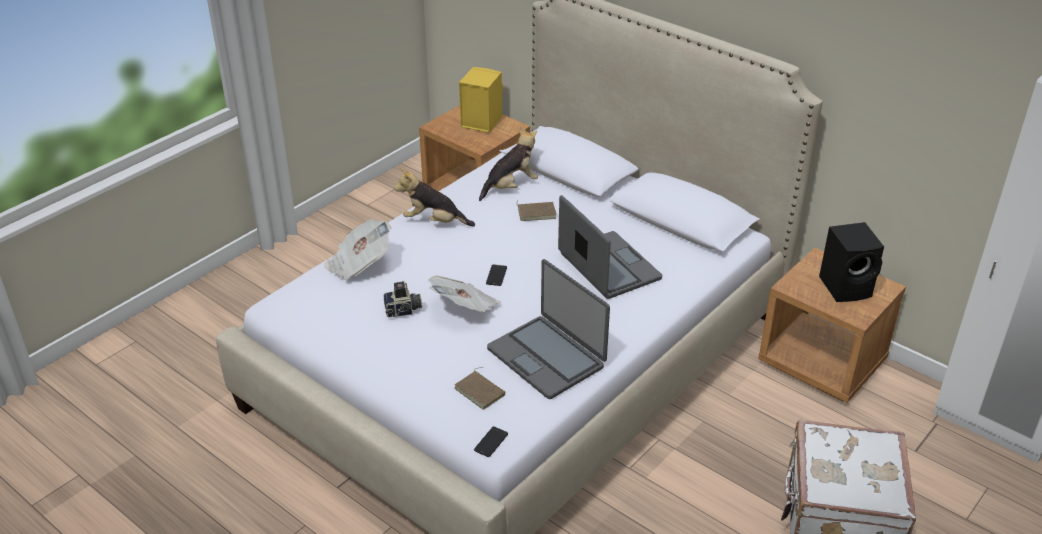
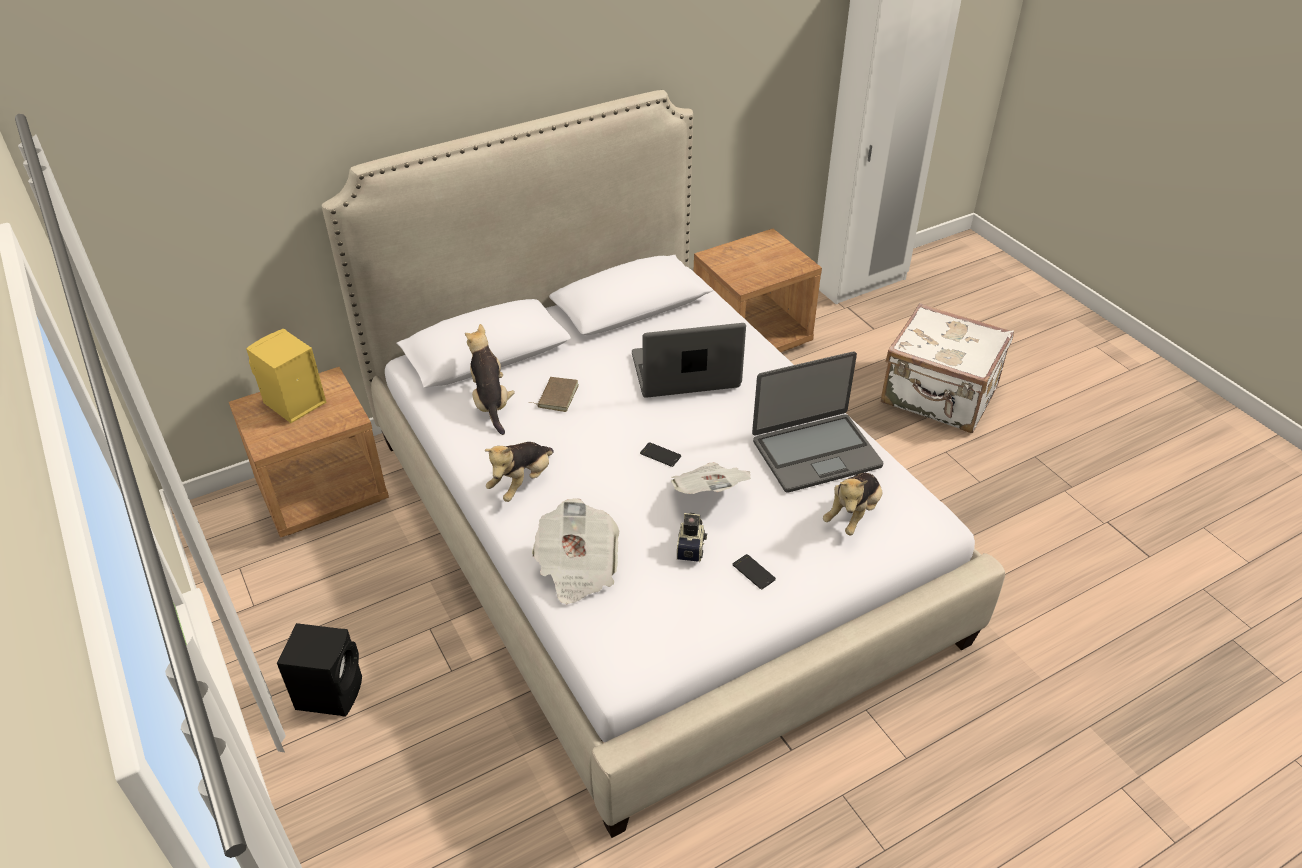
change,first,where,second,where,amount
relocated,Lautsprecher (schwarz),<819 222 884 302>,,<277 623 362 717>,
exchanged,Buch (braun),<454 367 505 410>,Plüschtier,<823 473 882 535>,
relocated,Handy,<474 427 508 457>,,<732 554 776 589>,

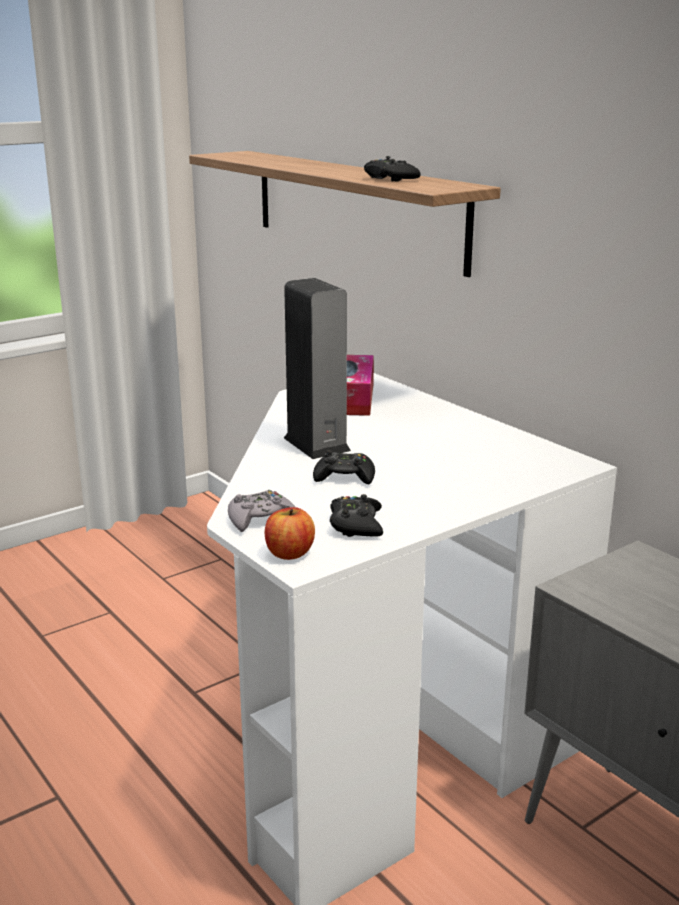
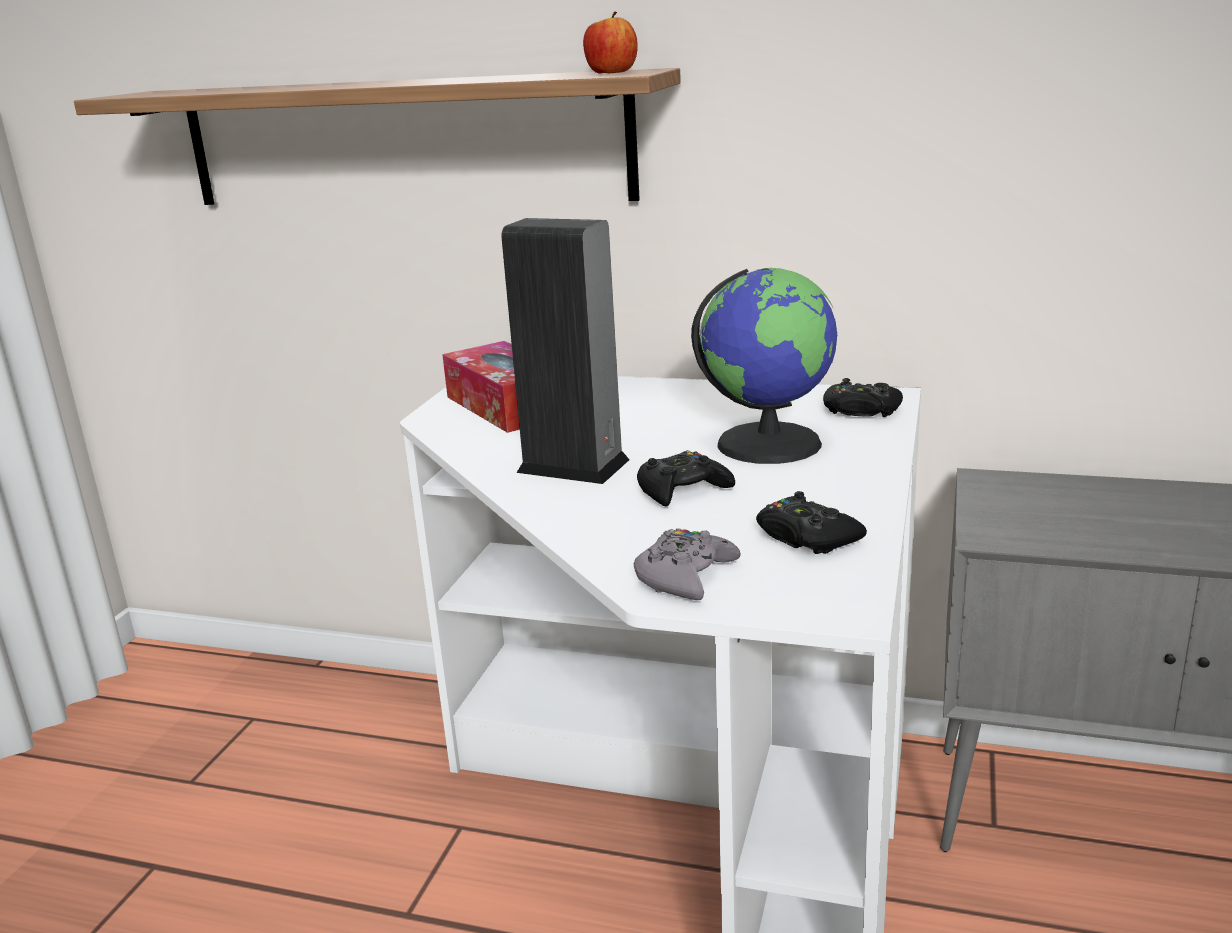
change,first,where,second,where,amount
relocated,Gamepad (schwarz),<364 156 421 182>,,<823 378 903 417>,
relocated,Apfel,<265 507 315 560>,,<583 11 638 73>,
appeared,,,Globus,<691 268 837 464>,

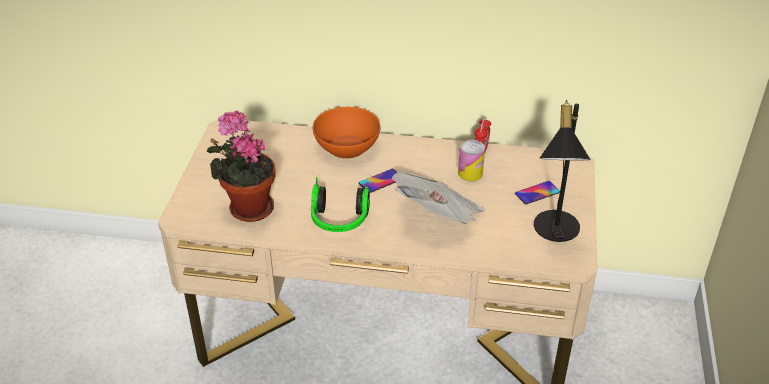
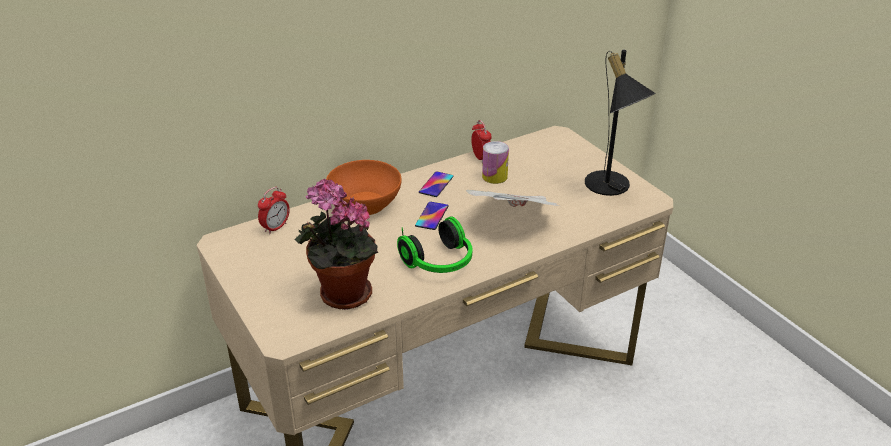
change,first,where,second,where,amount
relocated,Handy,<515 181 560 204>,,<419 171 454 197>,
appeared,,,Wecker,<258 187 290 234>,

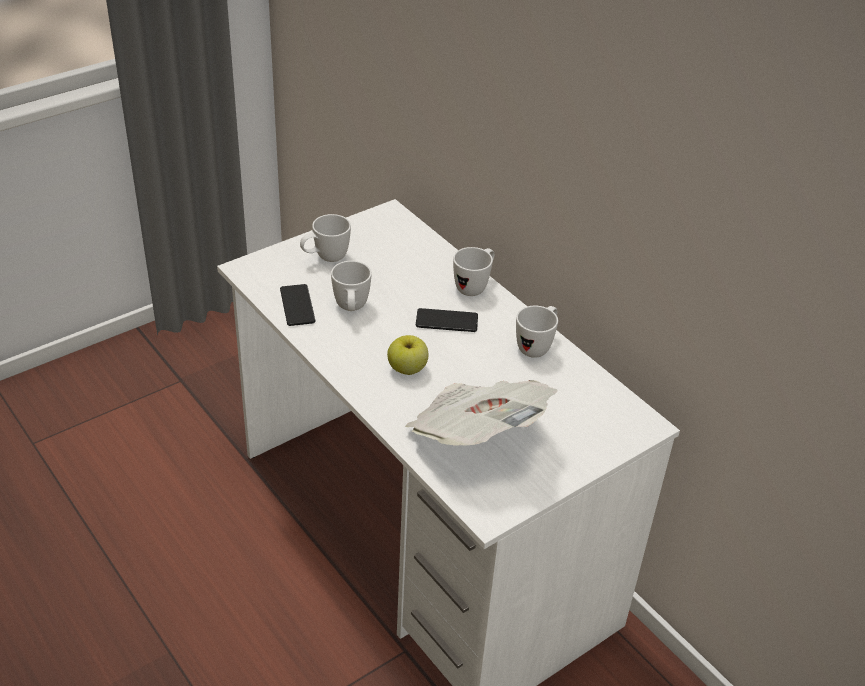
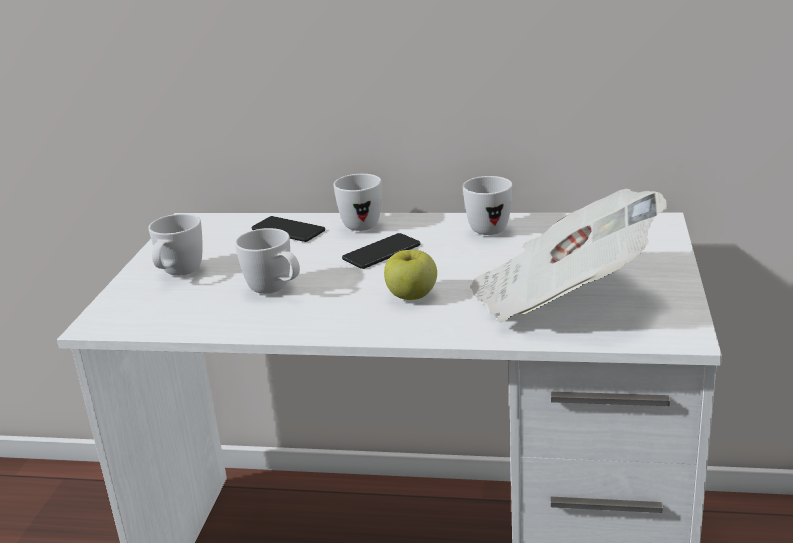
change,first,where,second,where,amount
relocated,Handy,<280 284 315 326>,,<252 216 325 242>,

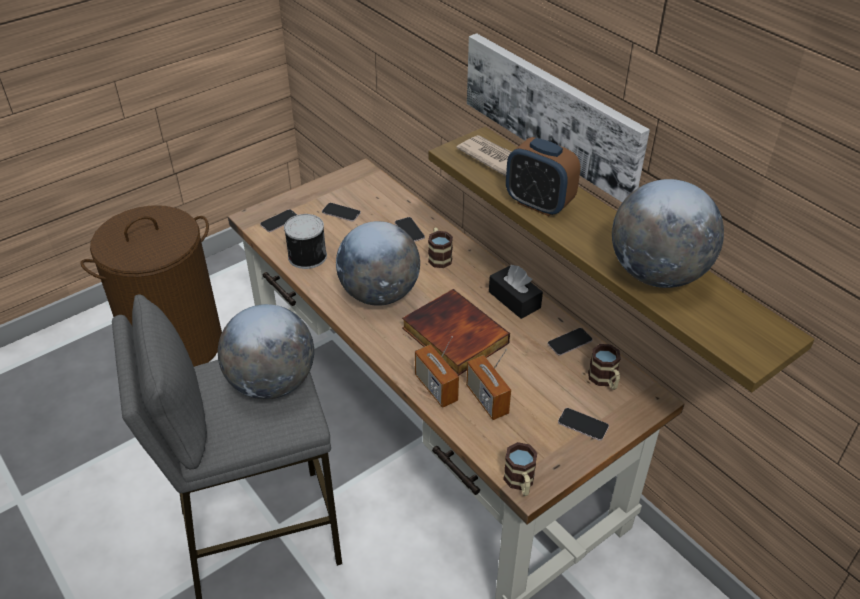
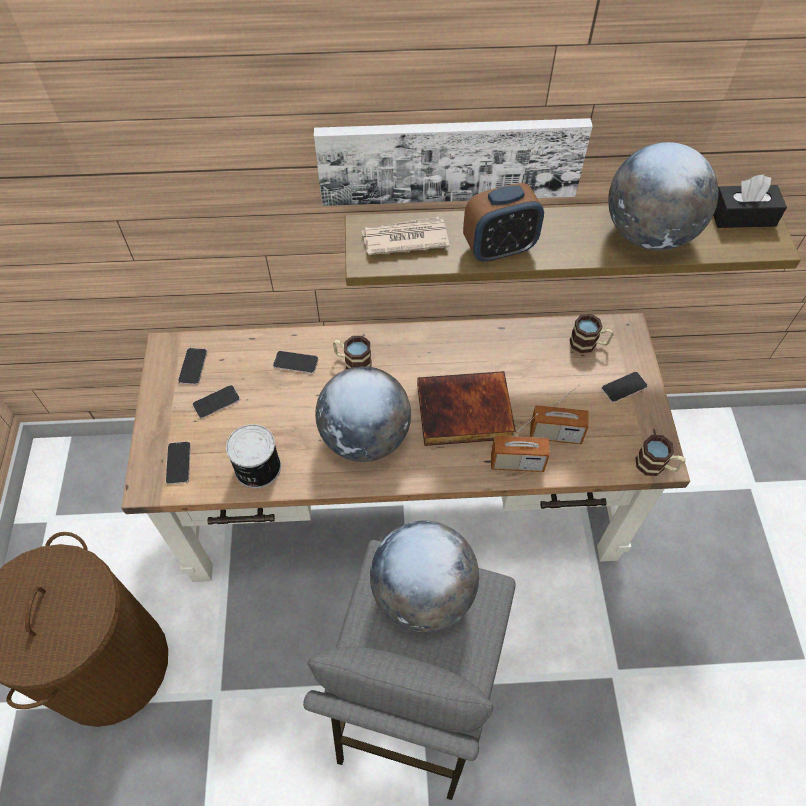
change,first,where,second,where,amount
relocated,Taschentuchbox (schwarz),<489 264 543 319>,,<713 175 787 228>,
relocated,Handy,<548 328 593 356>,,<178 348 207 385>,

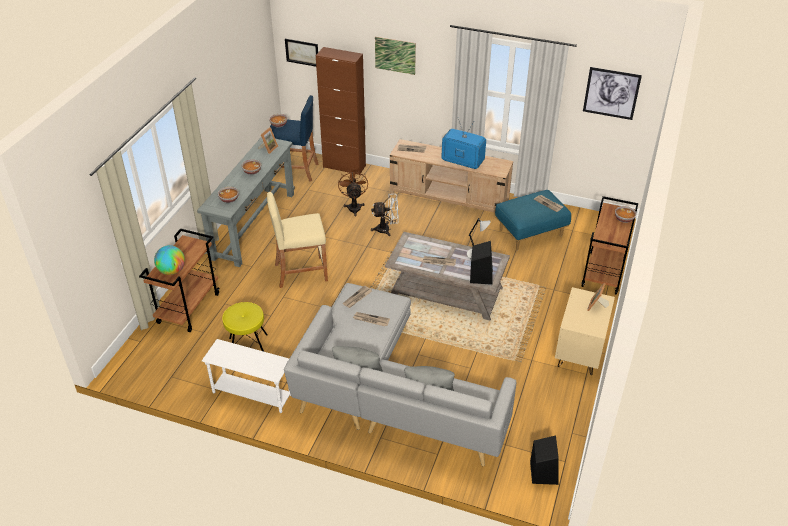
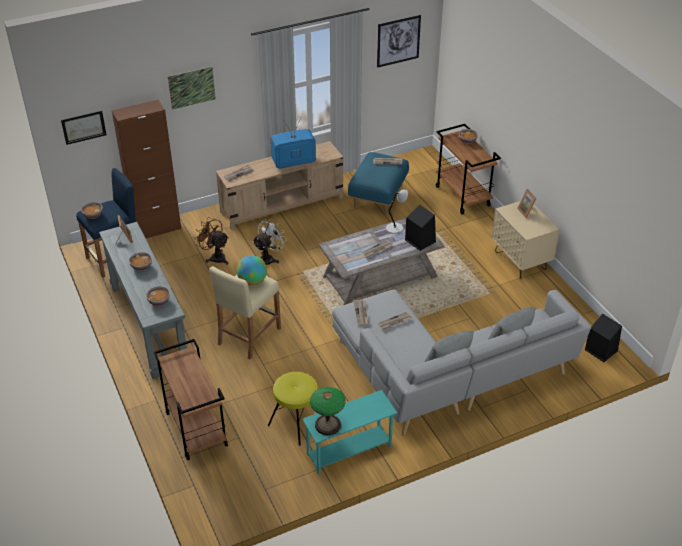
change,first,where,second,where,amount
relocated,Globus,<154 245 185 275>,,<237 255 267 286>,
colour,Beistelltisch (weiß),<202 339 291 413>,Beistelltisch (türkis),<302 390 397 474>,
appeared,,,Tischlampe,<310 387 346 435>,

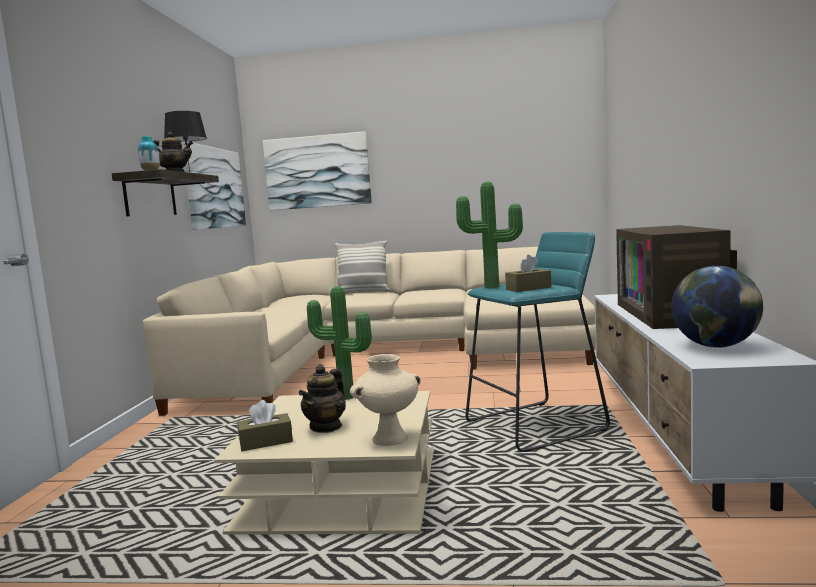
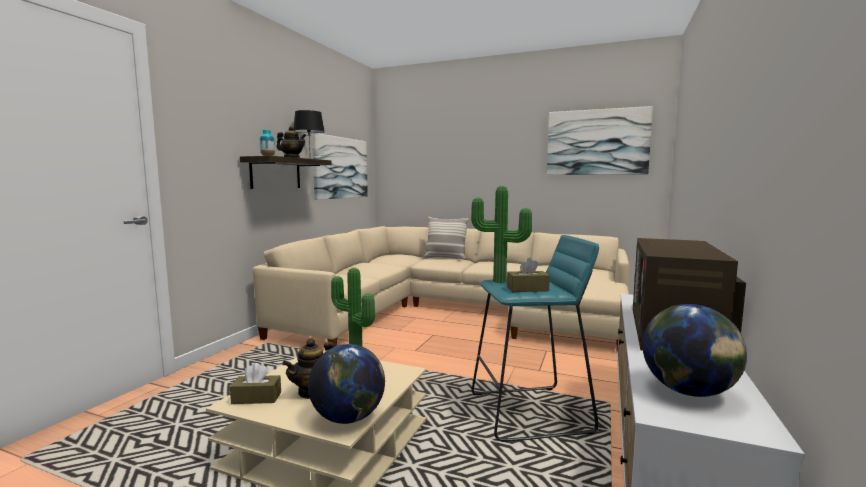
change,first,where,second,where,amount
relocated,Bild,<263 131 372 210>,,<547 106 653 175>,
exchanged,Vase (beige),<350 354 421 446>,Globus,<308 344 385 424>,

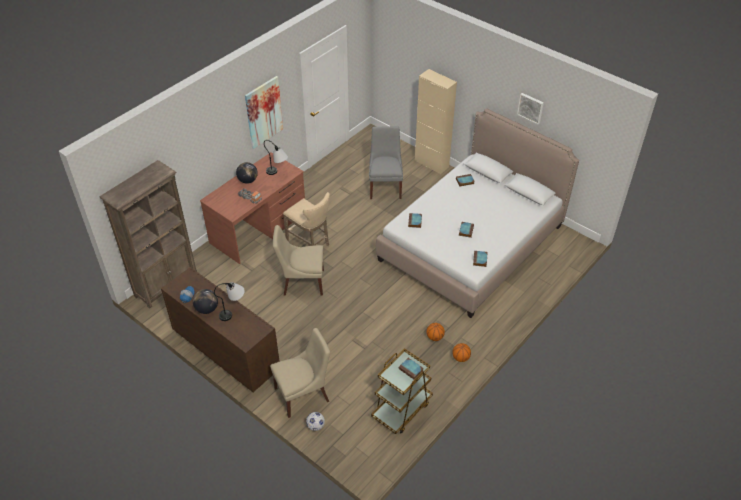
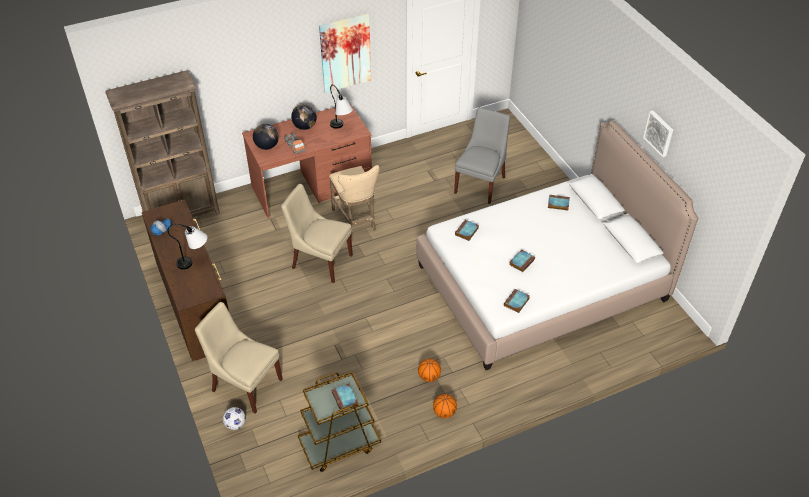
change,first,where,second,where,amount
missing,Schrank (beige),<415 69 457 174>,,,
relocated,Globus,<193 289 218 314>,,<253 124 279 150>,
spun,Stuhl (beige),<270 328 330 418>,,<195 302 283 413>,150 degrees counterclockwise

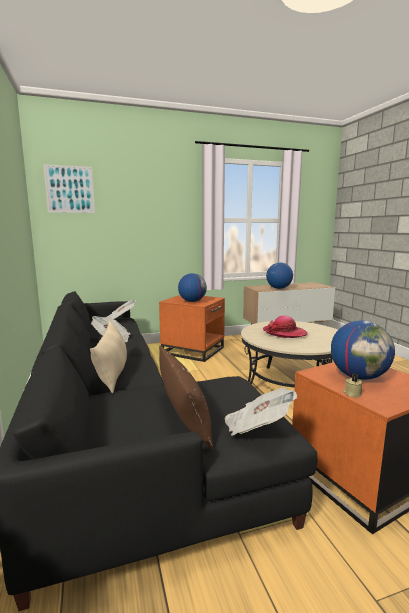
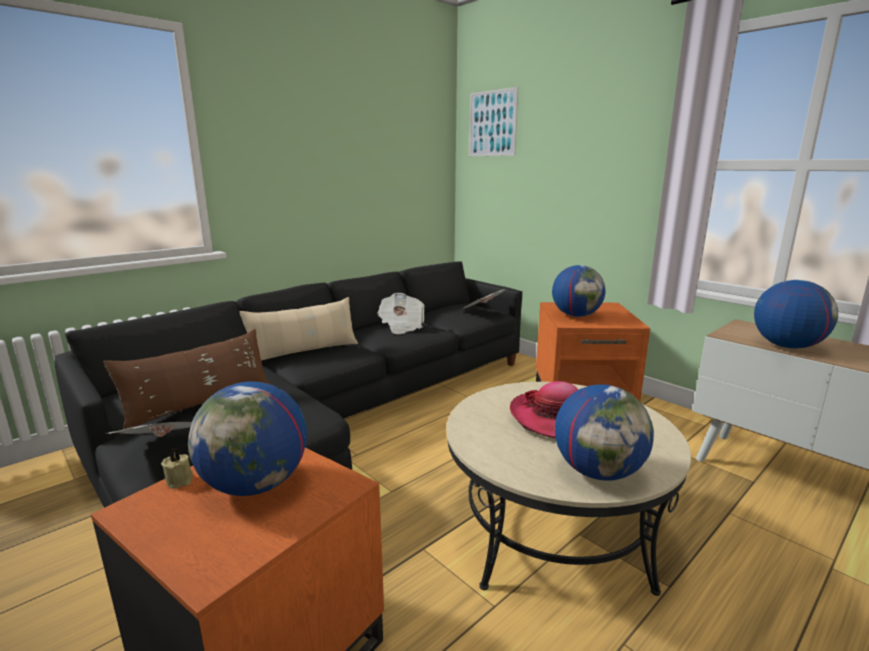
change,first,where,second,where,amount
appeared,,,Globus,<555 384 654 481>,

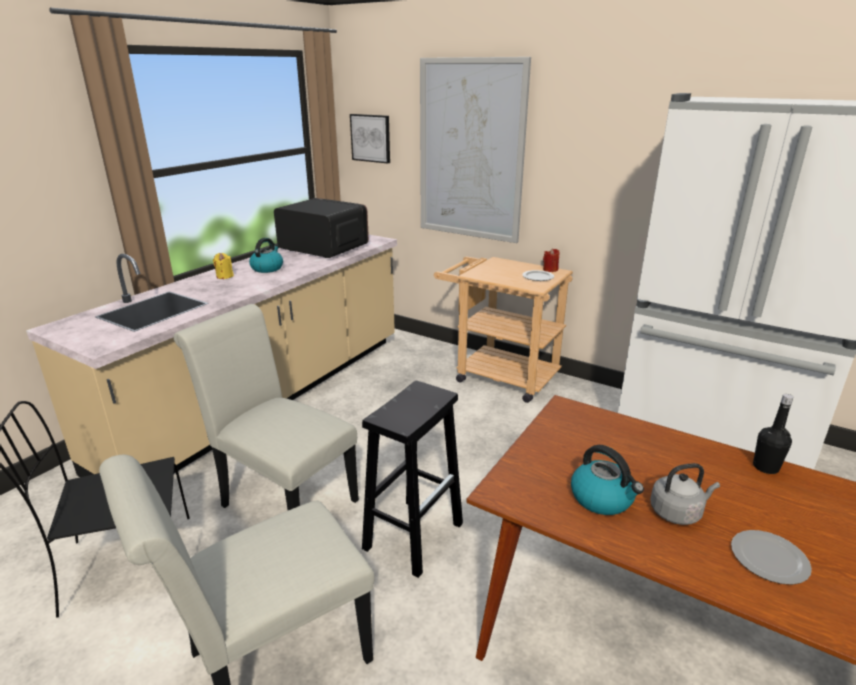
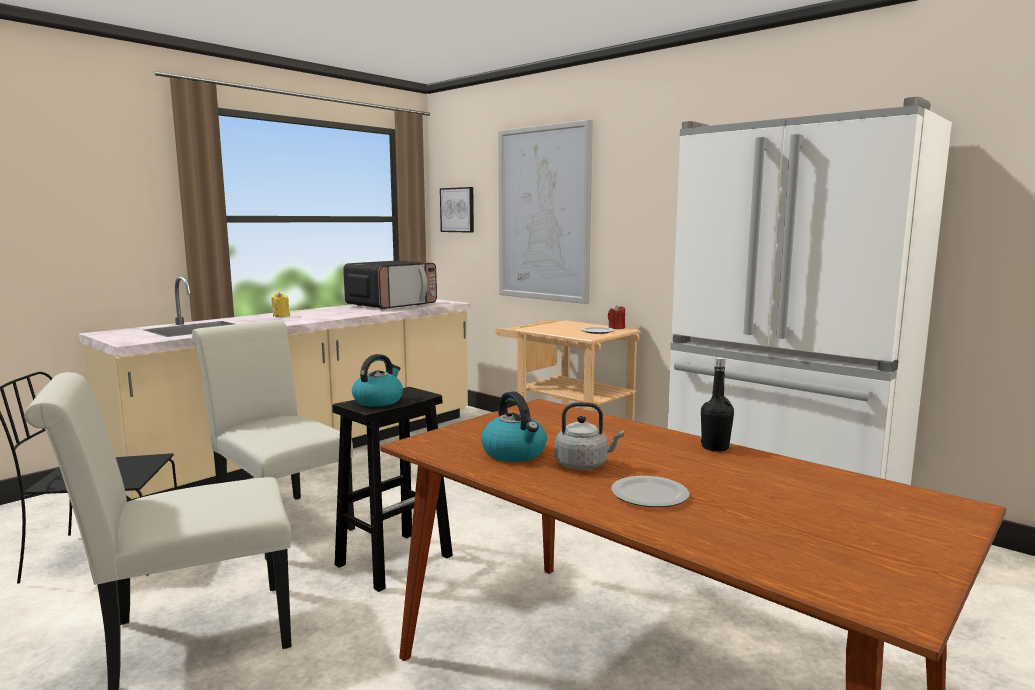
change,first,where,second,where,amount
spun,Mikrowelle,<274 198 369 258>,,<343 261 437 309>,90 degrees clockwise
relocated,Wasserkessel,<249 238 283 273>,,<352 354 403 407>,

